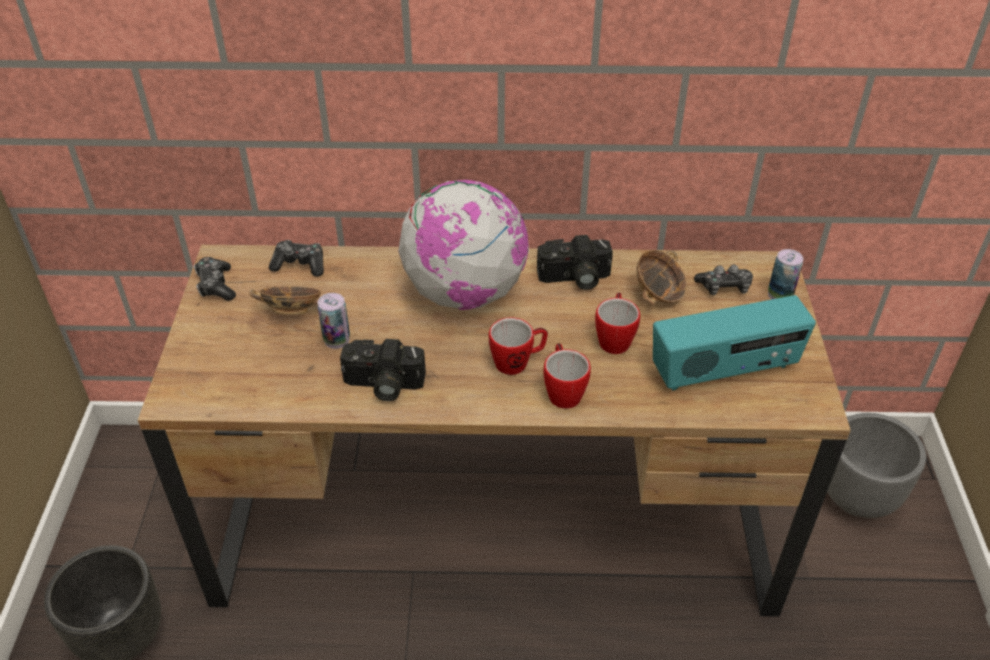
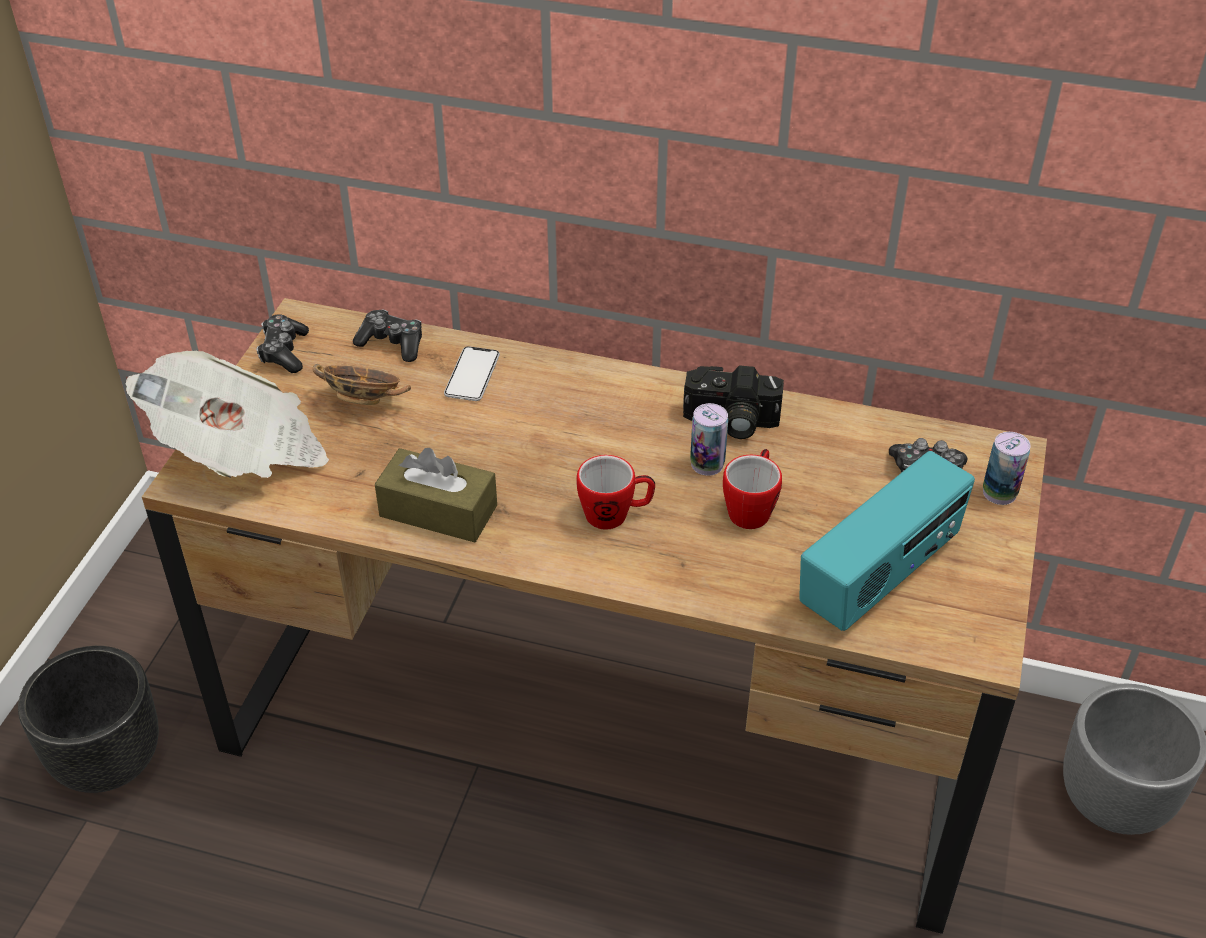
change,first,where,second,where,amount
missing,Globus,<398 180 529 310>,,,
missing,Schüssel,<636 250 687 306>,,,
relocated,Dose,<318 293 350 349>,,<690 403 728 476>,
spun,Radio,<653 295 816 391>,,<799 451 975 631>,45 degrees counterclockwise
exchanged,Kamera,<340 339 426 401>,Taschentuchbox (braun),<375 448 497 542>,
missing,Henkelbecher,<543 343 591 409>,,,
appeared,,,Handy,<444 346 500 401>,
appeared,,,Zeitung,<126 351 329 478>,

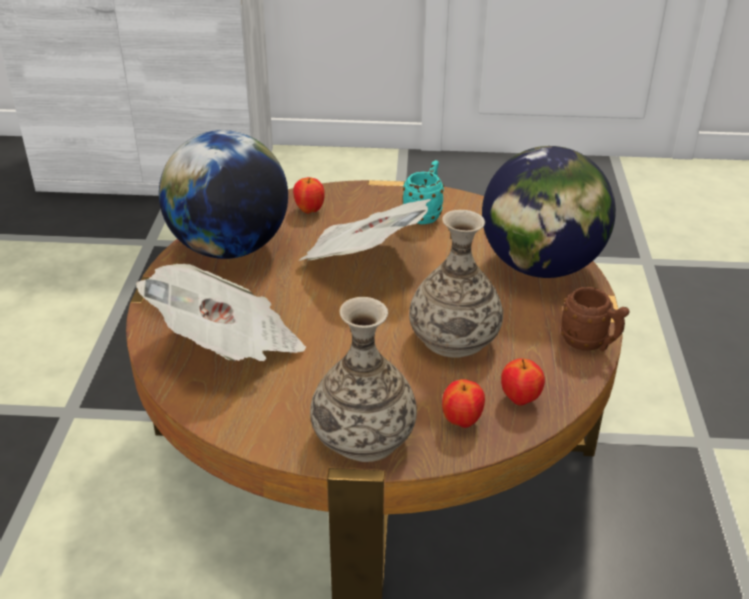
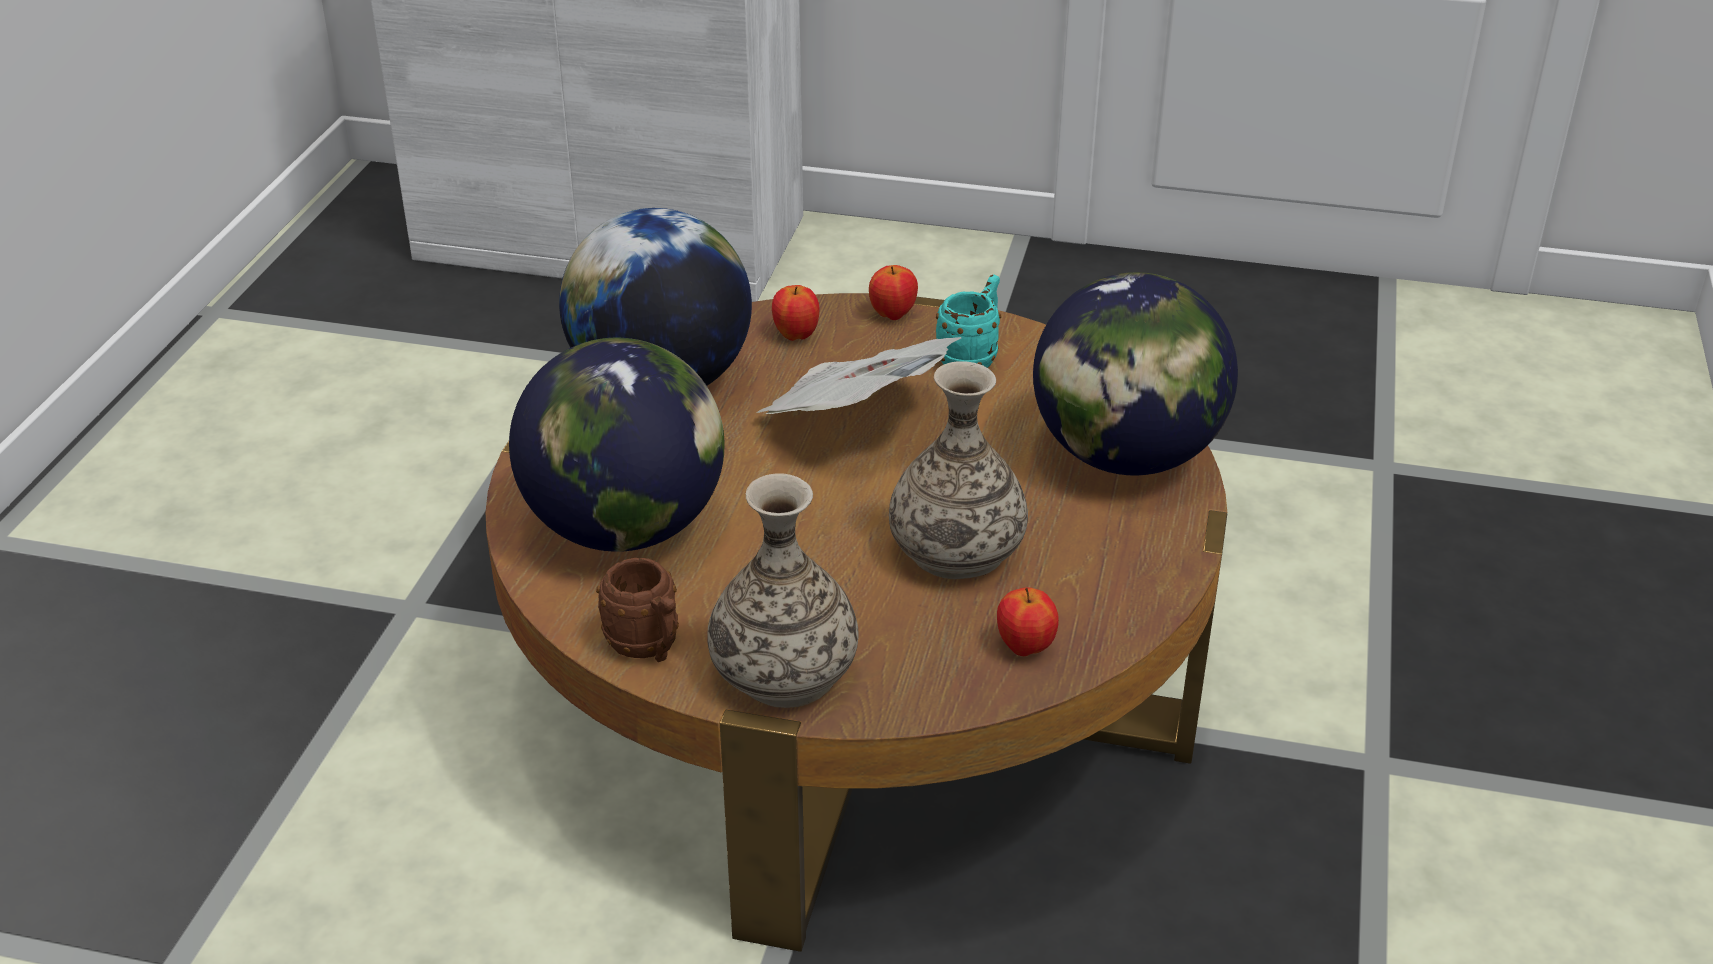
change,first,where,second,where,amount
exchanged,Zeitung,<136 264 306 361>,Globus,<509 338 725 552>,
relocated,Henkelbecher (braun),<561 287 630 352>,,<596 558 679 662>,
relocated,Apfel,<442 379 485 428>,,<869 265 918 320>,

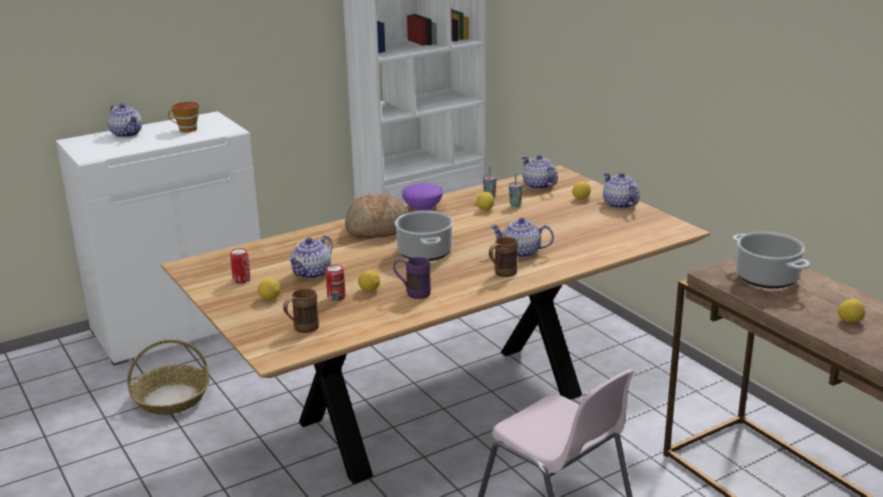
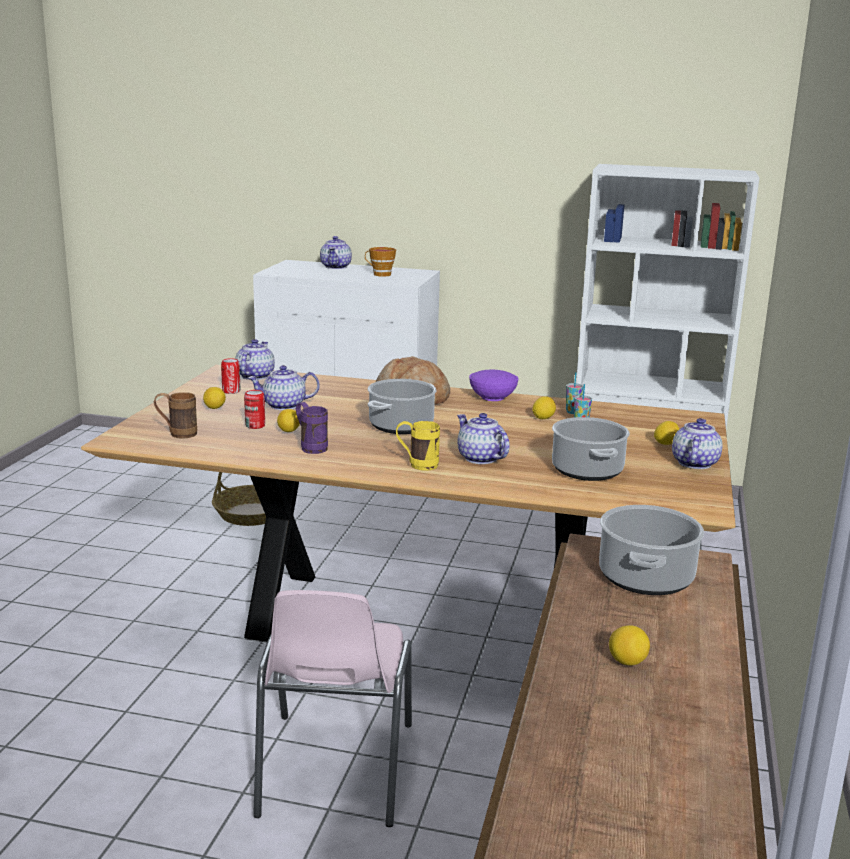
change,first,where,second,where,amount
relocated,Teekanne,<522 155 558 190>,,<235 339 275 380>,
colour,Henkelbecher (braun),<489 237 518 277>,Henkelbecher (gelb),<396 421 440 471>,
appeared,,,Kochtopf,<552 417 630 481>,

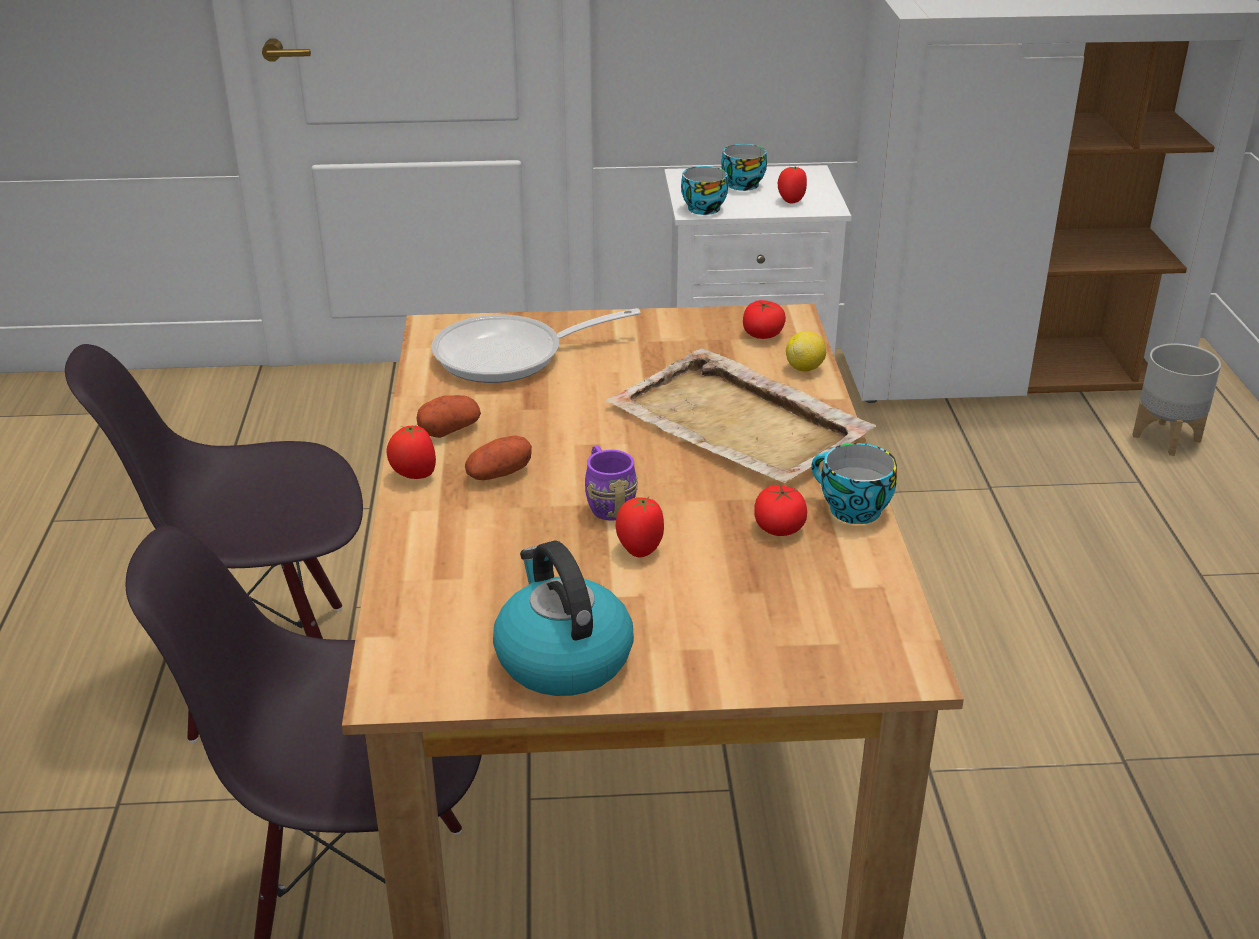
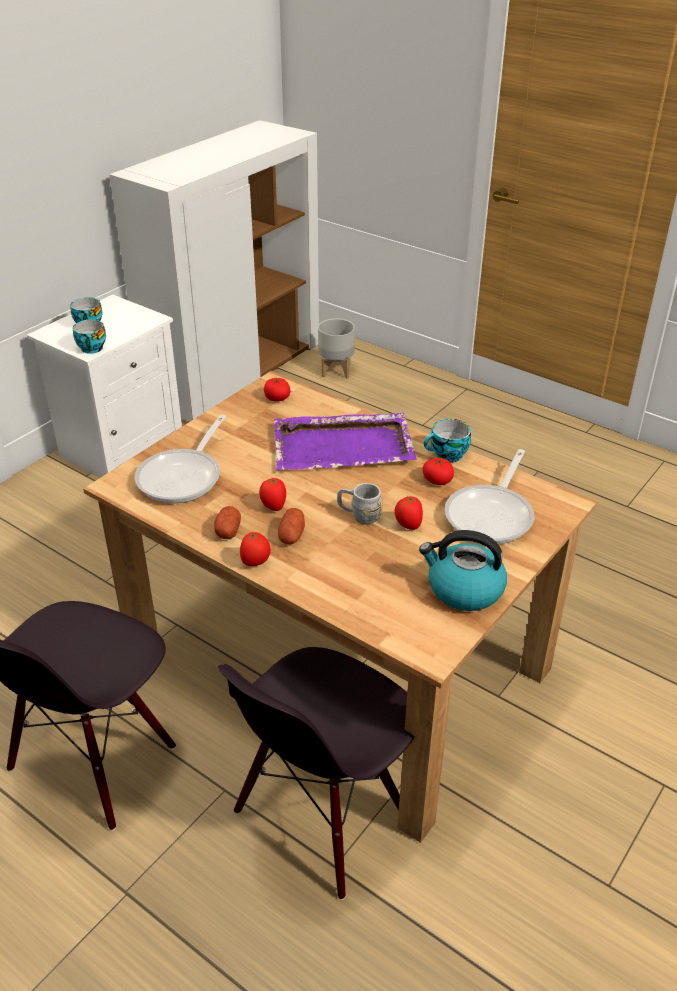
change,first,where,second,where,amount
relocated,Tomate,<778 167 807 203>,,<259 477 286 511>,
missing,Zitrone,<786 331 826 372>,,,
colour,Tablett (beige),<606 348 876 483>,Tablett (lila),<274 413 416 470>,
colour,Henkelbecher (lila),<585 446 638 521>,Henkelbecher (grau),<337 483 383 525>,
appeared,,,Pfanne,<445 449 534 544>,

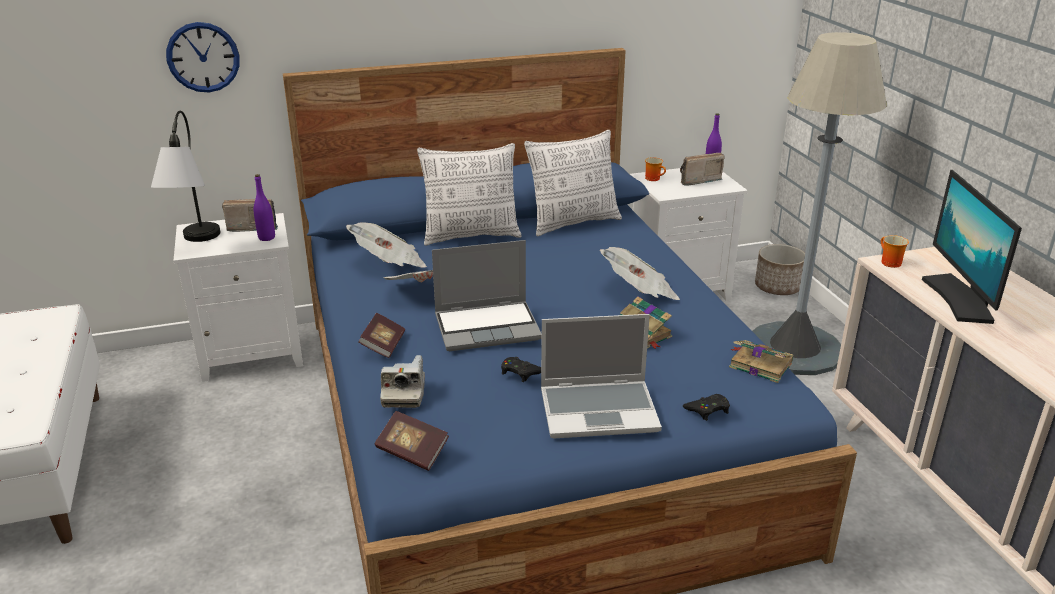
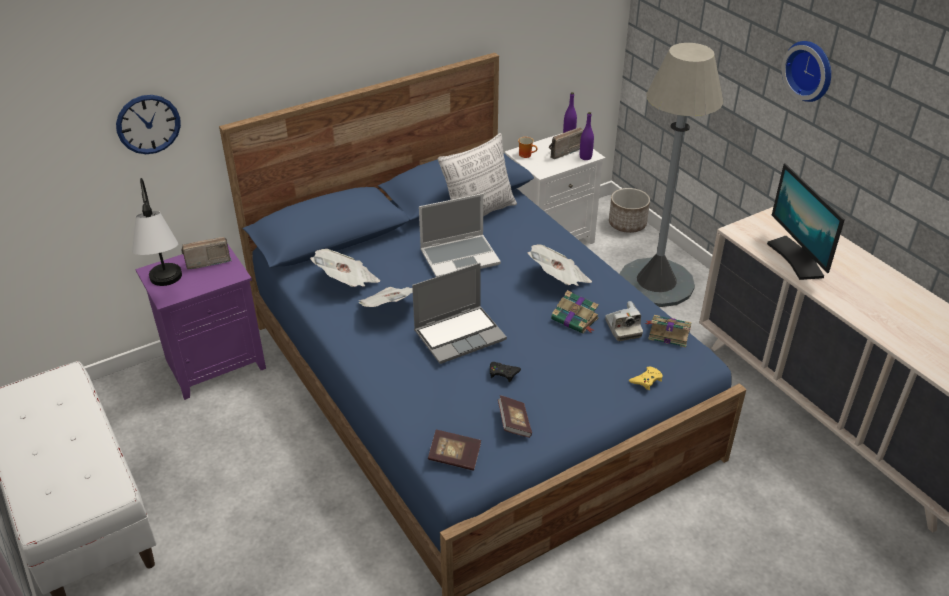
change,first,where,second,where,amount
missing,Kissen,<417 143 522 246>,,,
relocated,Flasche (lila),<254 174 275 241>,,<580 112 594 160>,
colour,Nachttisch (weiß),<173 213 303 382>,Nachttisch (lila),<136 244 266 400>,
missing,Henkelbecher,<881 235 909 268>,,,
relocated,Buch,<359 313 405 358>,,<498 395 532 438>,
relocated,Laptop,<541 314 662 438>,,<419 193 501 277>,
relocated,Kamera,<380 355 425 408>,,<605 301 643 341>,
colour,Gamepad (schwarz),<683 394 730 421>,Gamepad (gelb),<629 367 663 390>,
appeared,,,Wanduhr,<782 41 831 102>,

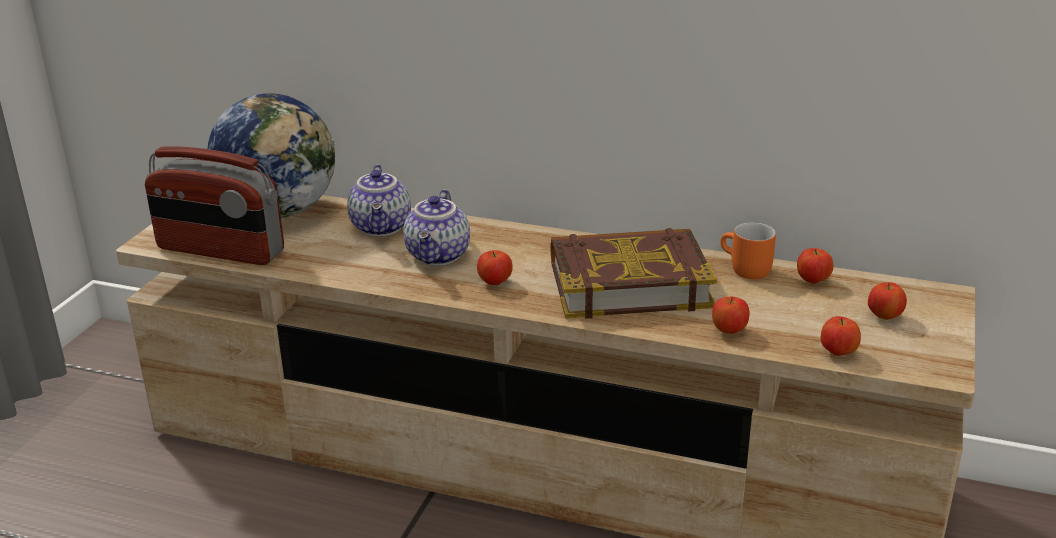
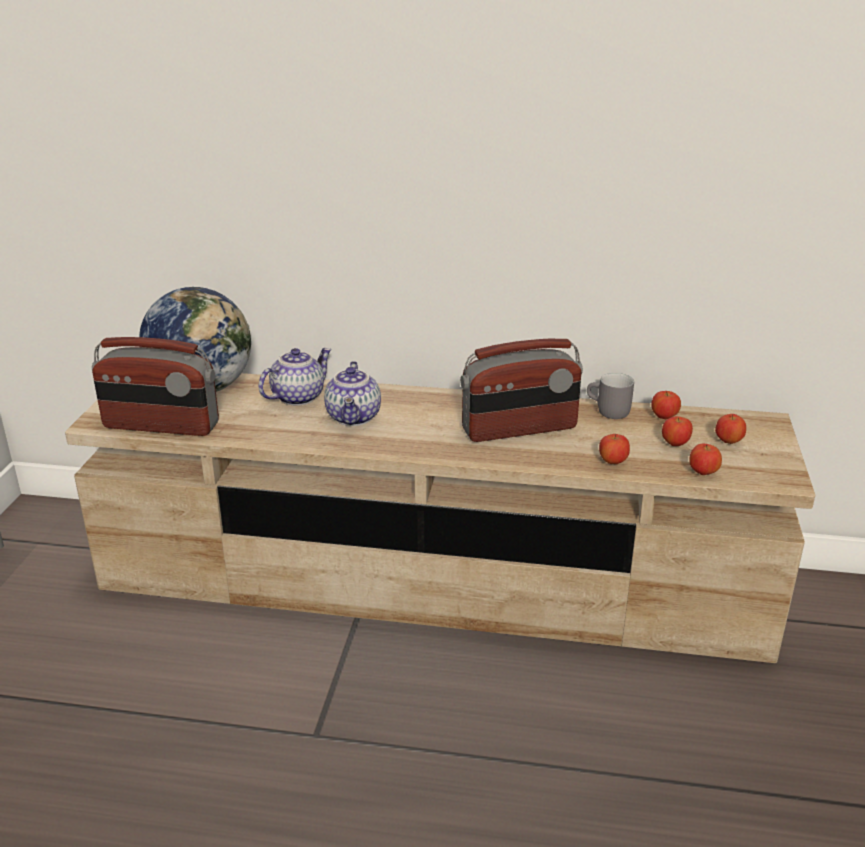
change,first,where,second,where,amount
spun,Teekanne,<347 165 411 236>,,<258 348 332 406>,120 degrees counterclockwise
colour,Henkelbecher (orange),<721 222 776 279>,Henkelbecher (grau),<587 373 634 419>,
exchanged,Buch,<550 228 717 319>,Radio,<460 339 583 442>,
relocated,Apfel,<477 250 513 285>,,<662 416 693 446>,

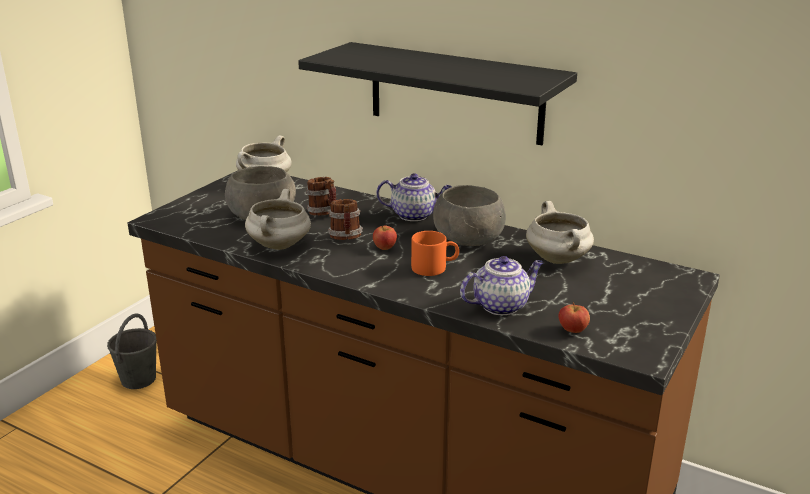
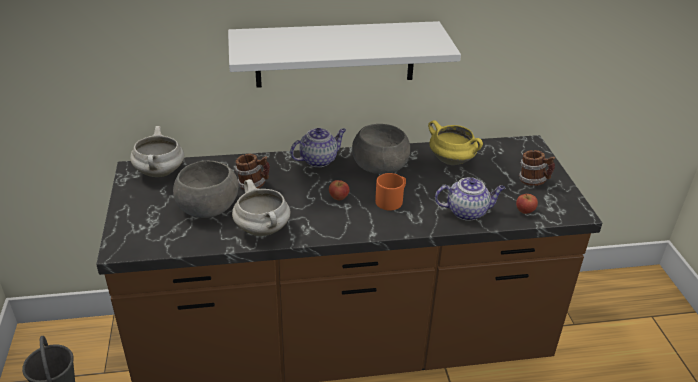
change,first,where,second,where,amount
colour,Wandregal (schwarz),<298 42 577 145>,Wandregal (weiß),<228 21 461 88>,
relocated,Henkelbecher,<328 199 363 240>,,<518 150 555 186>,
colour,Kochtopf (weiß),<526 201 594 264>,Kochtopf (gelb),<428 120 483 165>,
spun,Teekanne,<460 256 544 315>,,<435 177 505 221>,60 degrees clockwise

